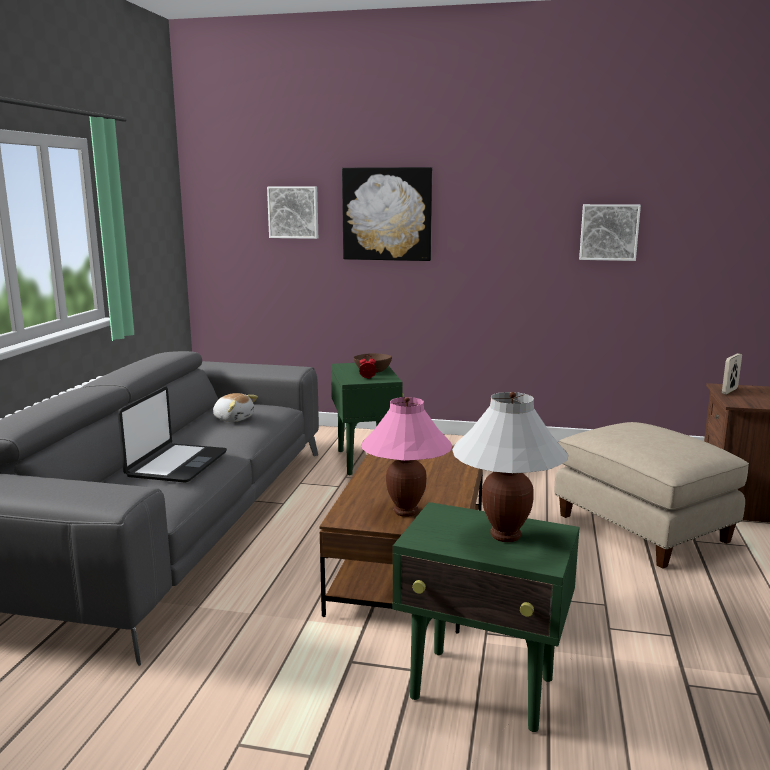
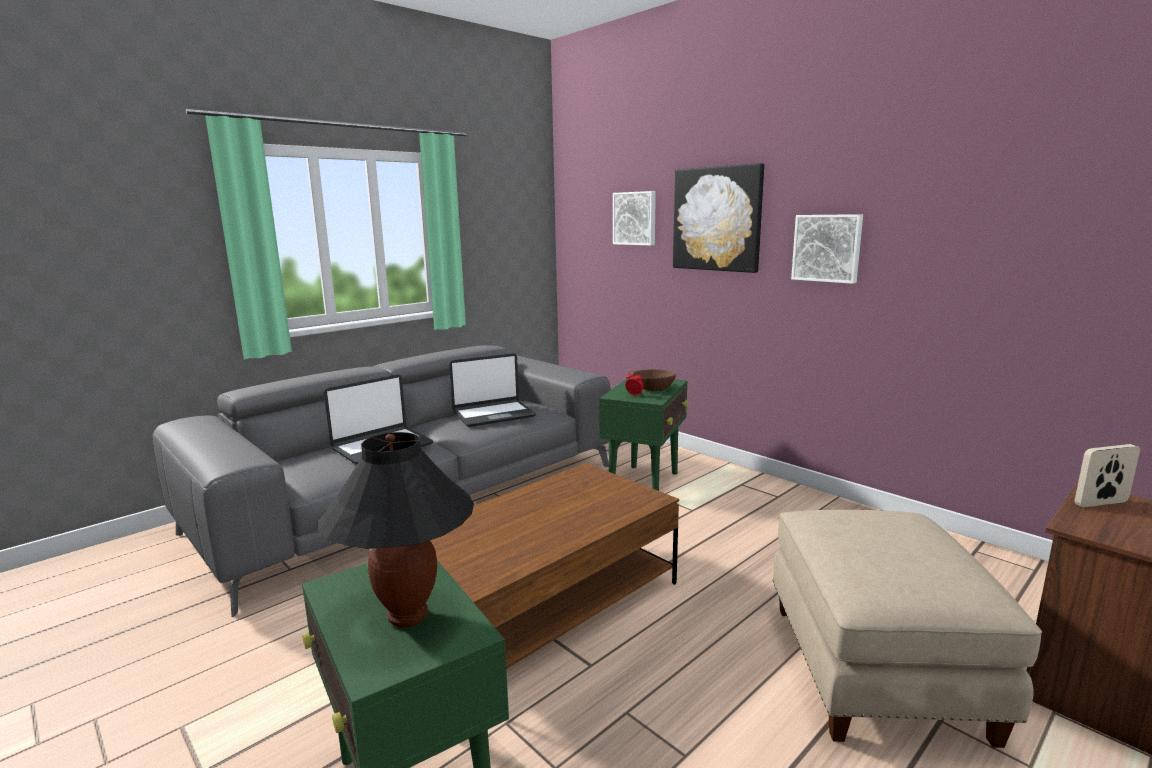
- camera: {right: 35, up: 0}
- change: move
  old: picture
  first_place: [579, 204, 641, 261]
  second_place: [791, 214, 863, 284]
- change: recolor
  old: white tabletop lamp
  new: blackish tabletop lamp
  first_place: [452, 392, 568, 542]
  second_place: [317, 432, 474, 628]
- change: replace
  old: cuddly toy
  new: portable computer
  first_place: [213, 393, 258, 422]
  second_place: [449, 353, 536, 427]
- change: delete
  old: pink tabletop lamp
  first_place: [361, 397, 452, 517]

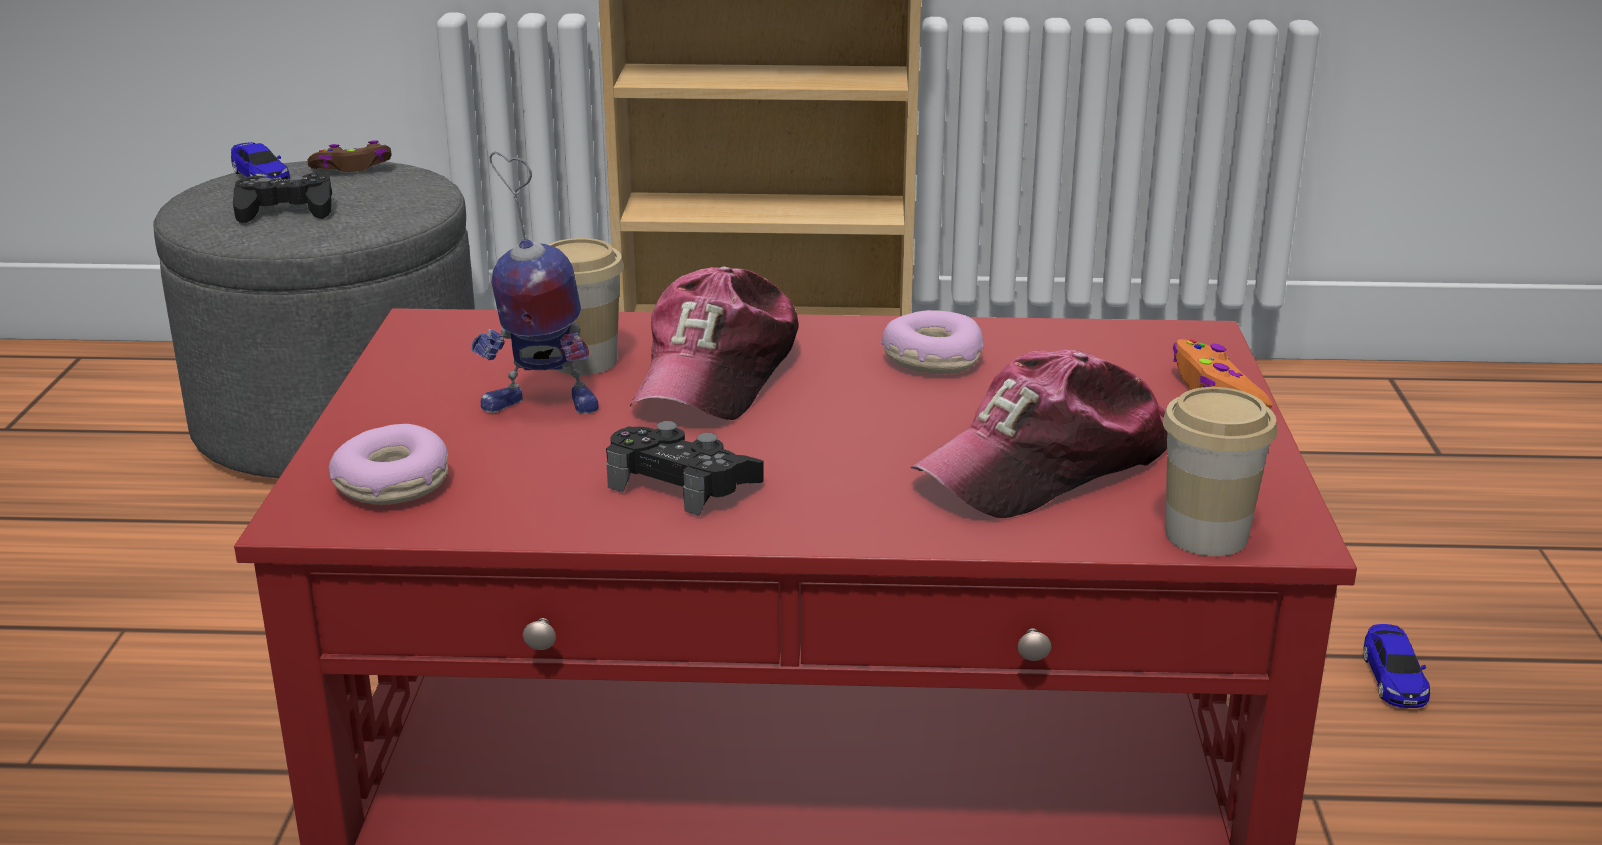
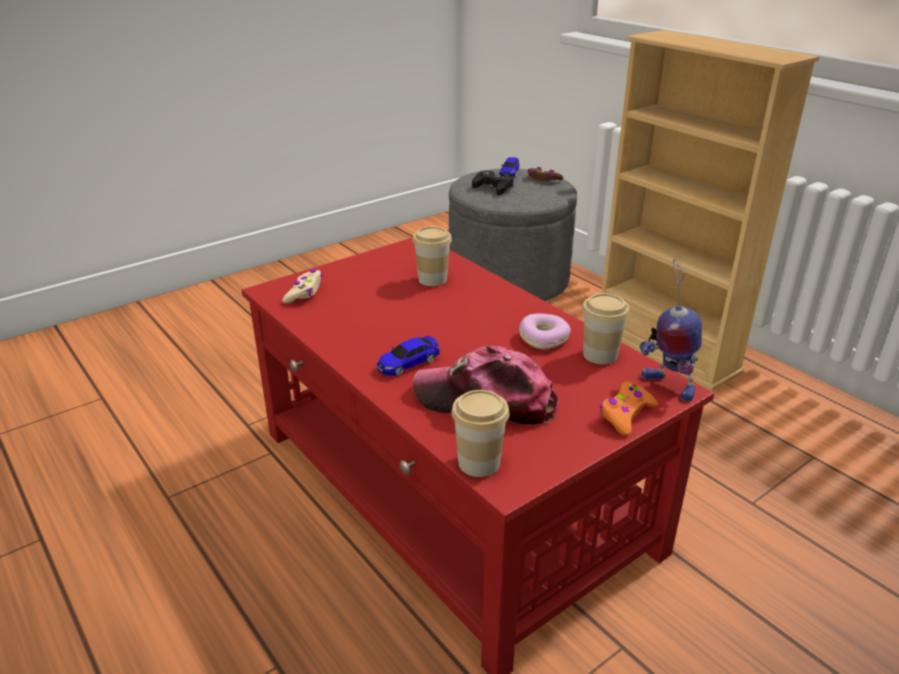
- camera: {right: 50, up: 5}
- change: move
  old: toy robot
  first_place: [471, 152, 599, 414]
  second_place: [639, 259, 702, 402]
- change: delete
  old: cap
  first_place: [630, 266, 799, 420]
- change: delete
  old: blackish game controller
  first_place: [606, 421, 764, 516]
- change: replace
  old: doughnut
  new: sand-coloured game controller
  first_place: [329, 424, 448, 505]
  second_place: [282, 269, 323, 303]
- change: move
  old: model car
  first_place: [1363, 624, 1430, 708]
  second_place: [377, 336, 440, 376]
- change: insert
  new: cup
  second_place: [582, 293, 630, 364]

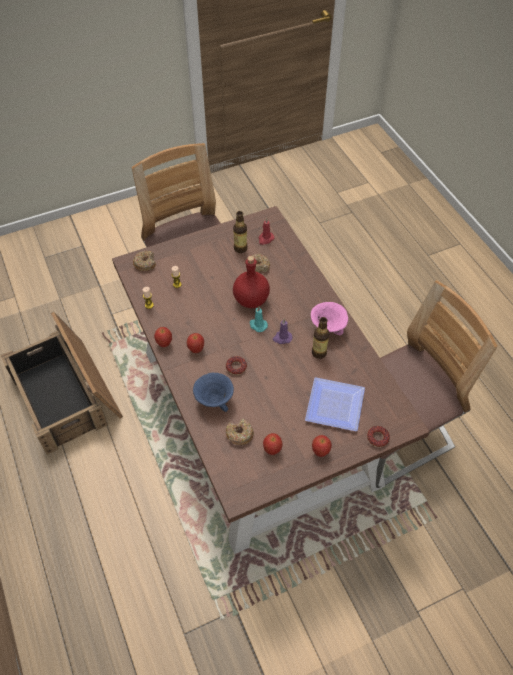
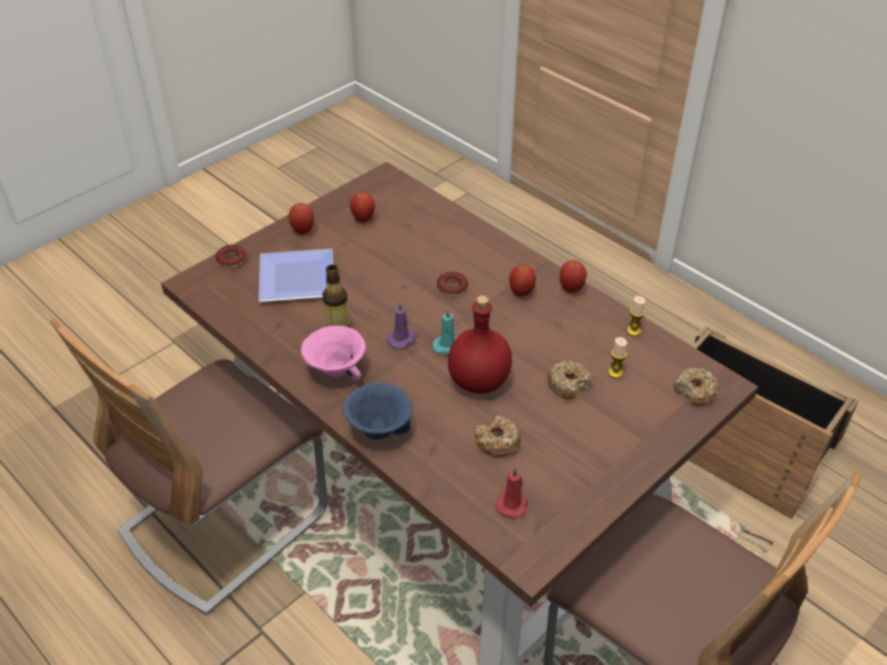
- camera: {right: 160, up: -10}
- change: delete
  old: drink bottle
  first_place: [233, 211, 248, 253]
- change: move
  old: bluish deep dish
  first_place: [193, 373, 234, 412]
  second_place: [343, 382, 413, 440]
- change: move
  old: doughnut
  first_place: [226, 419, 254, 445]
  second_place: [547, 361, 592, 400]

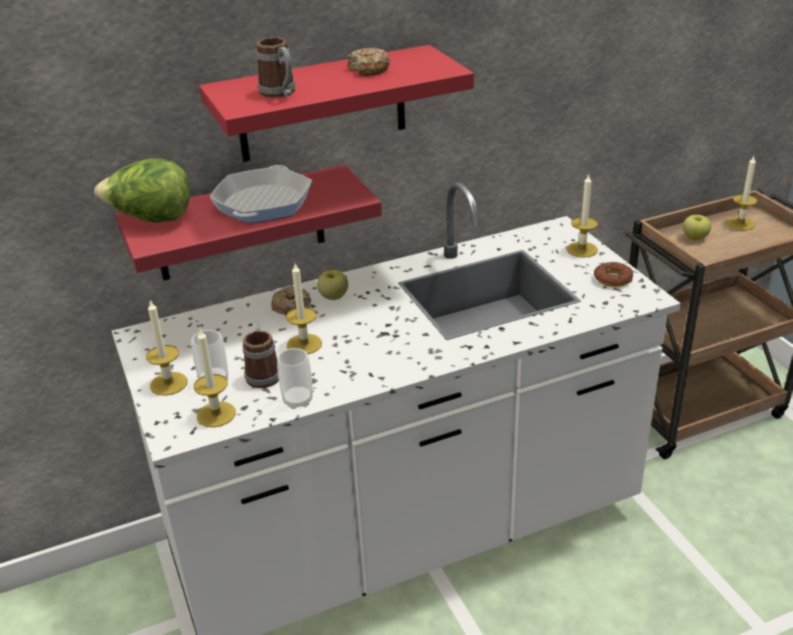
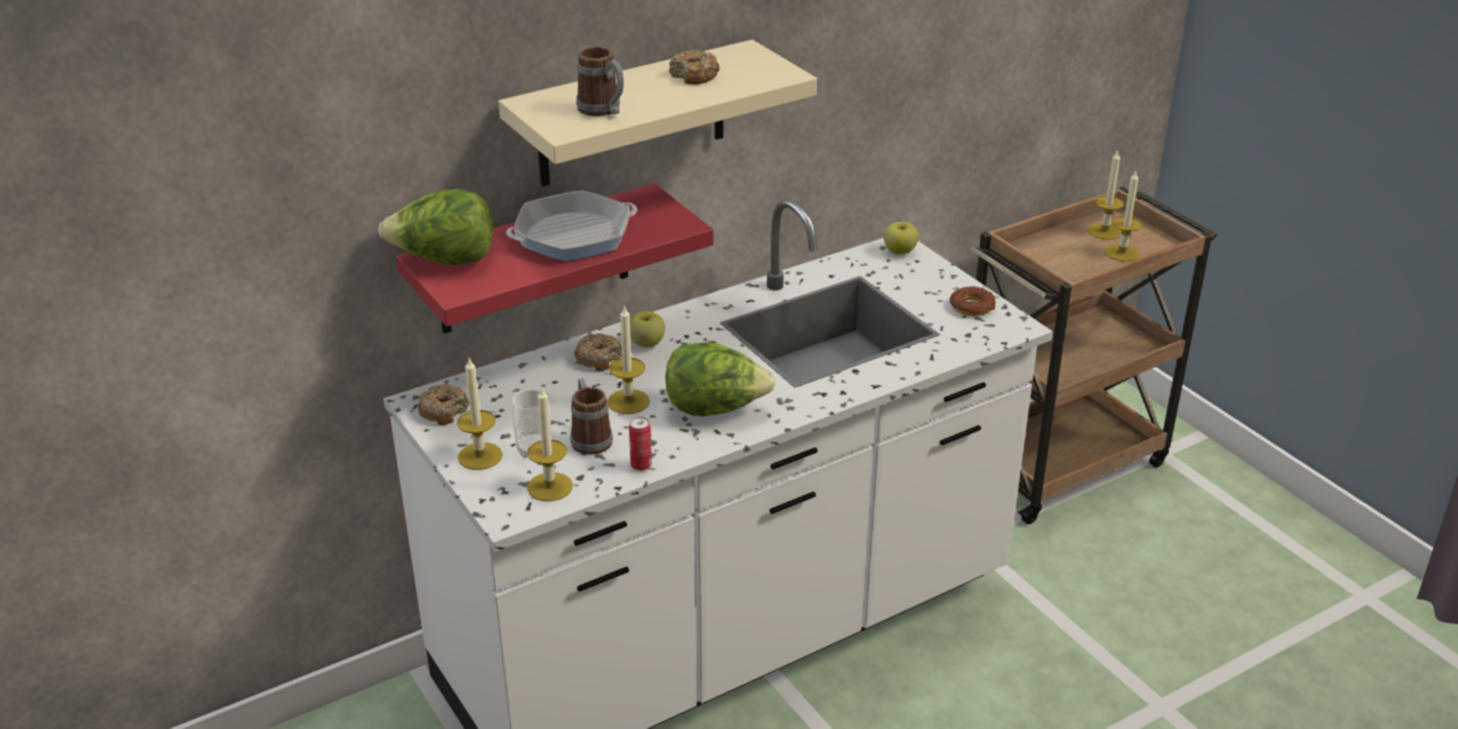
- camera: {right: -10, up: 0}
- change: recolor
  old: red shelf
  new: sand-coloured shelf
  first_place: [199, 45, 474, 162]
  second_place: [498, 40, 817, 187]
- change: rotate
  old: pan
  first_place: [210, 165, 312, 223]
  second_place: [506, 190, 637, 262]
  degrees: 60
- change: move
  old: wax candle
  first_place: [567, 173, 598, 258]
  second_place: [1105, 171, 1142, 262]
- change: move
  old: apple fruit
  first_place: [683, 215, 711, 240]
  second_place: [883, 222, 919, 255]
- change: replace
  old: cup
  new: sealed can
  first_place: [277, 348, 313, 409]
  second_place: [629, 417, 652, 471]
- change: insert
  new: lettuce
  second_place: [665, 342, 776, 417]
- change: insert
  new: doughnut
  second_place: [418, 385, 469, 425]

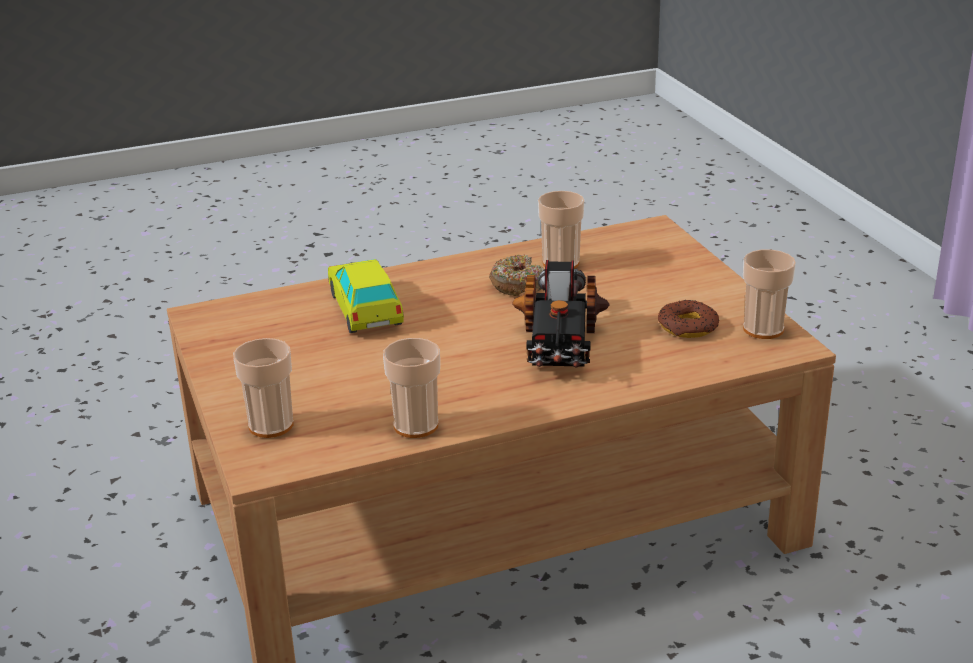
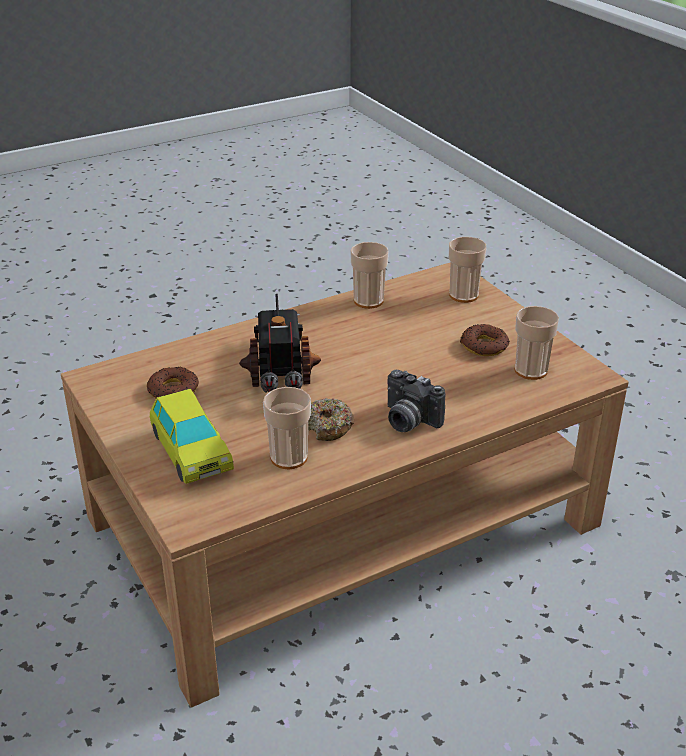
- camera: {right: 170, up: 5}
- change: move
  old: cup
  first_place: [743, 249, 796, 339]
  second_place: [514, 306, 559, 380]
- change: move
  old: model car
  first_place: [328, 259, 404, 333]
  second_place: [150, 389, 234, 484]
- change: insert
  new: doughnut
  second_place: [460, 324, 509, 356]
- change: insert
  new: photo camera
  second_place: [387, 370, 445, 432]

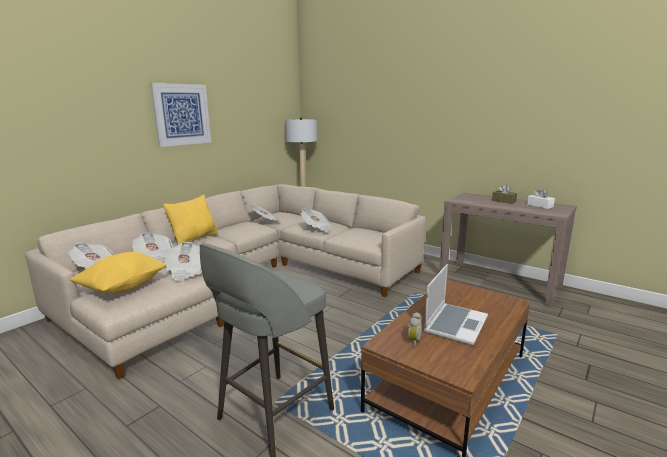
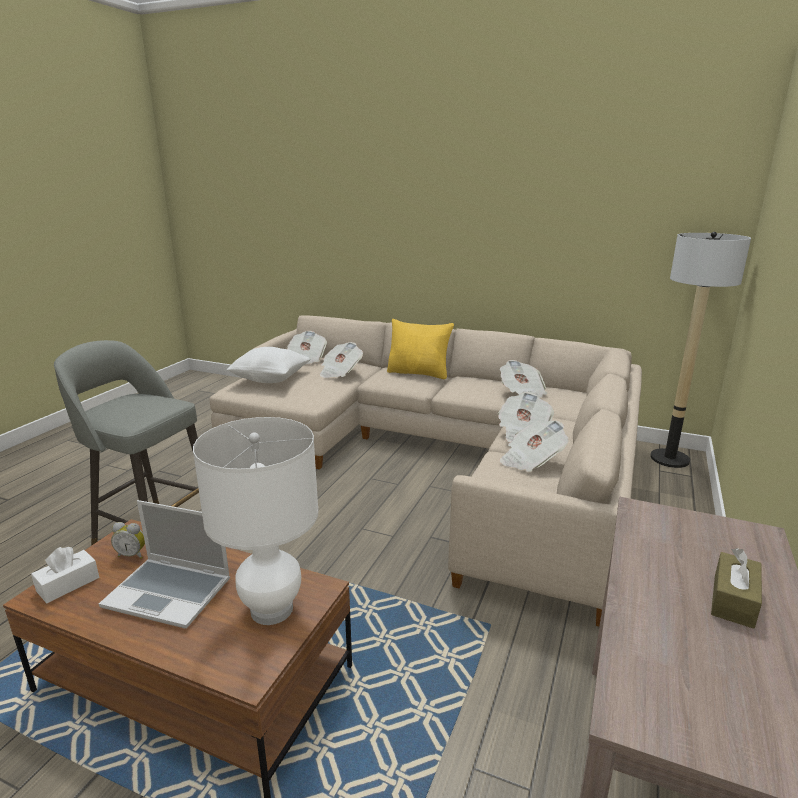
- camera: {right: 75, up: 5}
- change: delete
  old: picture
  first_place: [150, 83, 211, 147]
- change: move
  old: white box of tissues
  first_place: [527, 188, 555, 209]
  second_place: [31, 547, 99, 603]
- change: move
  old: printed paper
  first_place: [163, 242, 201, 281]
  second_place: [499, 420, 569, 472]
- change: recolor
  old: yellow cushion
  new: white cushion
  first_place: [70, 252, 166, 294]
  second_place: [226, 347, 311, 383]
- change: insert
  new: white tabletop lamp
  second_place: [193, 417, 319, 625]

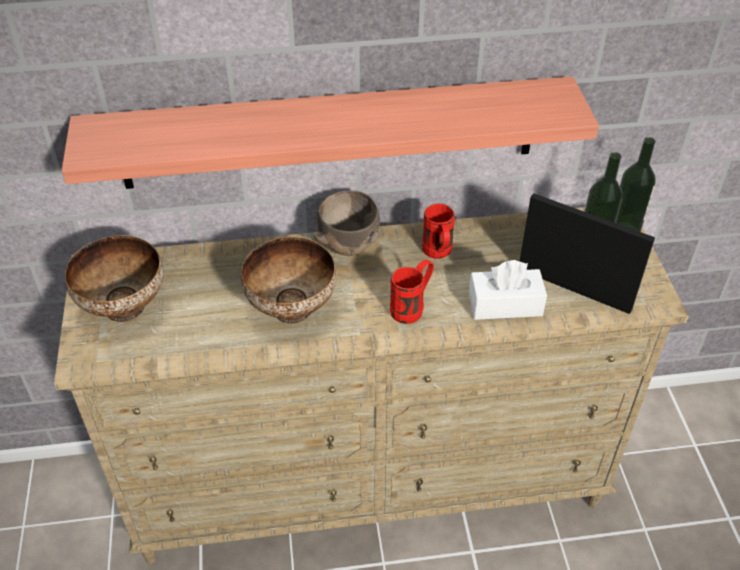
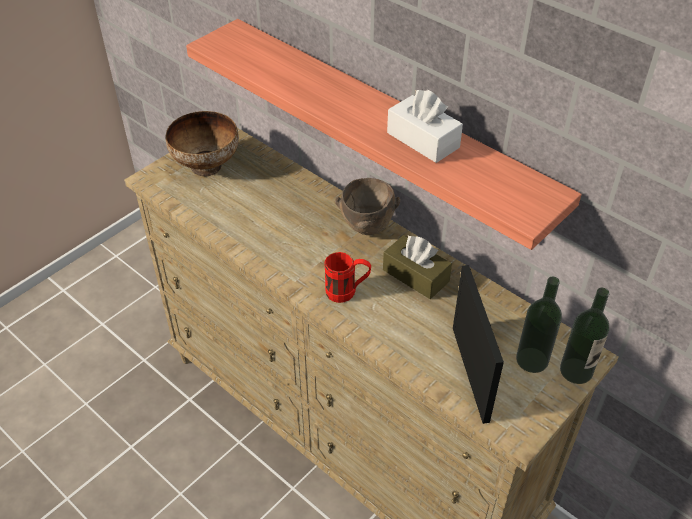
- camera: {right: 50, up: 0}
- change: replace
  old: red mug
  new: brown box of tissues
  first_place: [422, 204, 455, 259]
  second_place: [383, 235, 452, 299]
- change: delete
  old: deep dish
  first_place: [241, 237, 337, 324]
- change: move
  old: white box of tissues
  first_place: [469, 260, 547, 320]
  second_place: [387, 90, 463, 163]

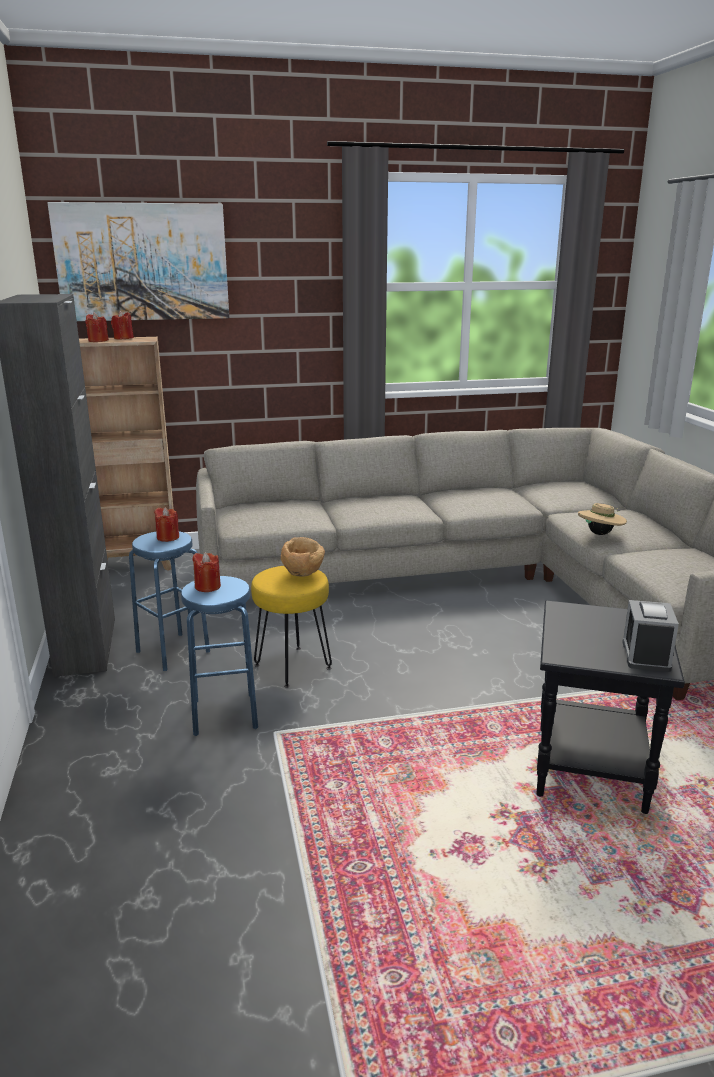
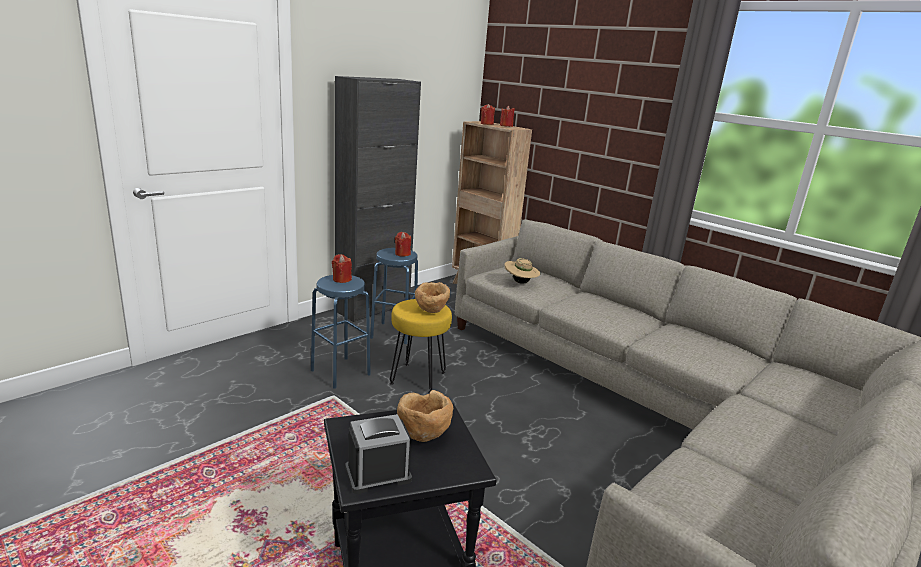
- camera: {right: 55, up: 0}
- change: delete
  old: picture
  first_place: [47, 202, 229, 321]
- change: move
  old: sand-coloured hat
  first_place: [578, 503, 627, 535]
  second_place: [505, 258, 540, 284]
- change: insert
  new: brown deep dish
  second_place: [397, 390, 453, 442]

